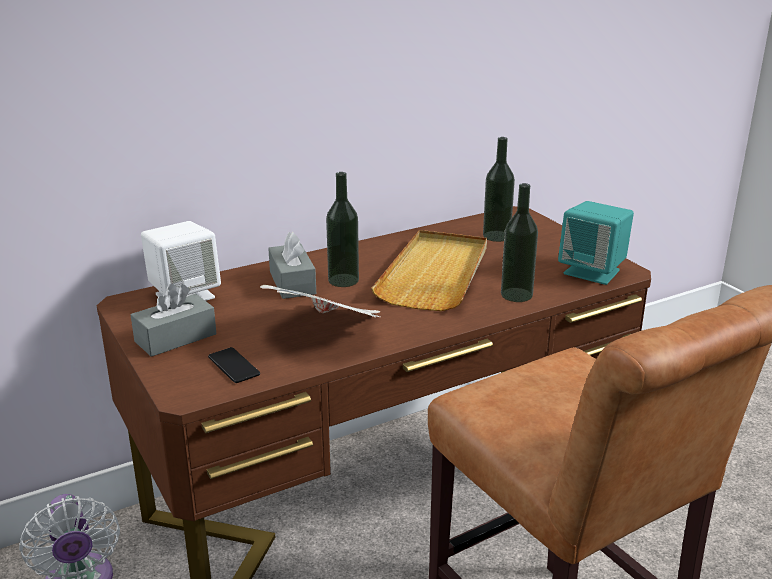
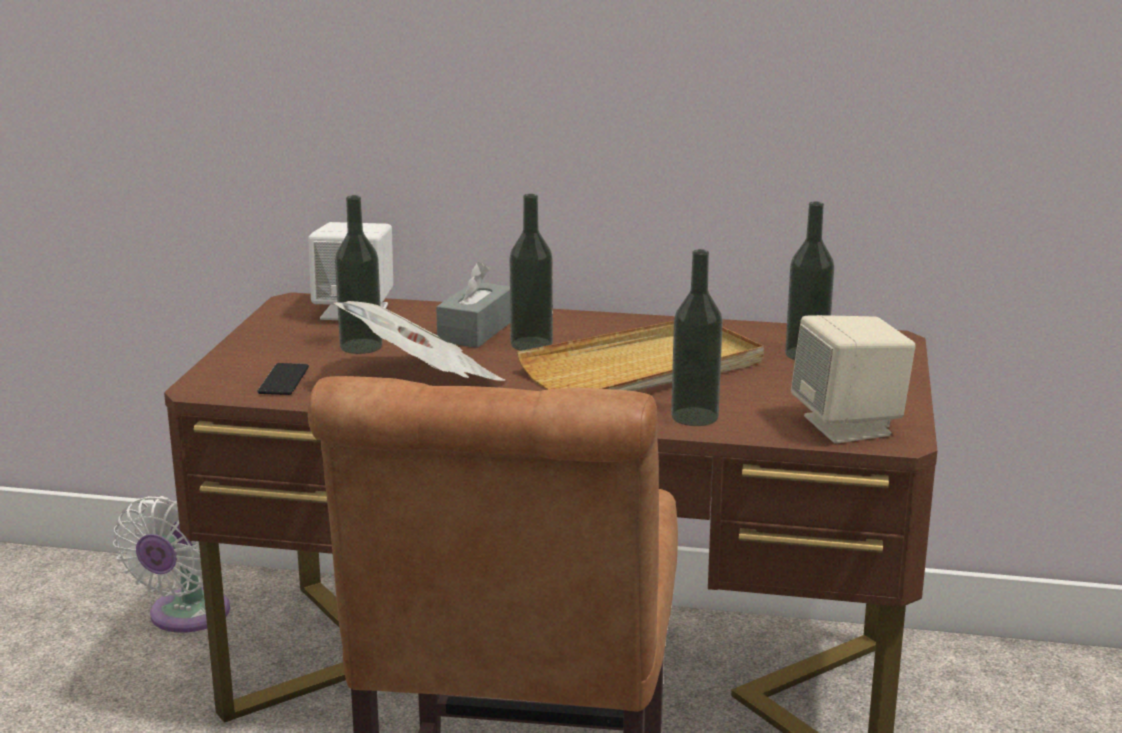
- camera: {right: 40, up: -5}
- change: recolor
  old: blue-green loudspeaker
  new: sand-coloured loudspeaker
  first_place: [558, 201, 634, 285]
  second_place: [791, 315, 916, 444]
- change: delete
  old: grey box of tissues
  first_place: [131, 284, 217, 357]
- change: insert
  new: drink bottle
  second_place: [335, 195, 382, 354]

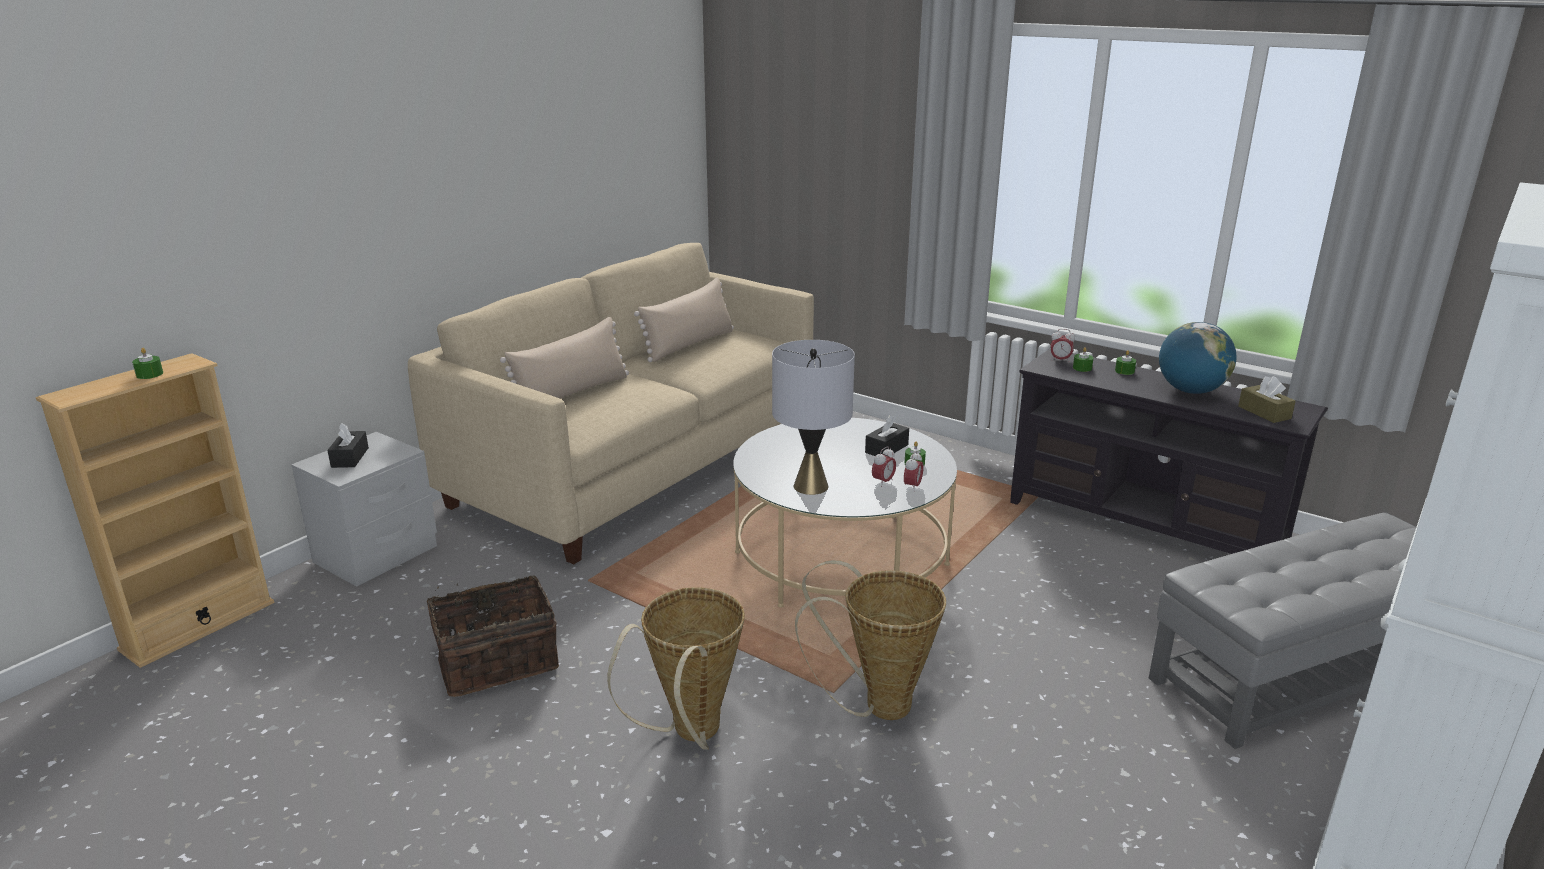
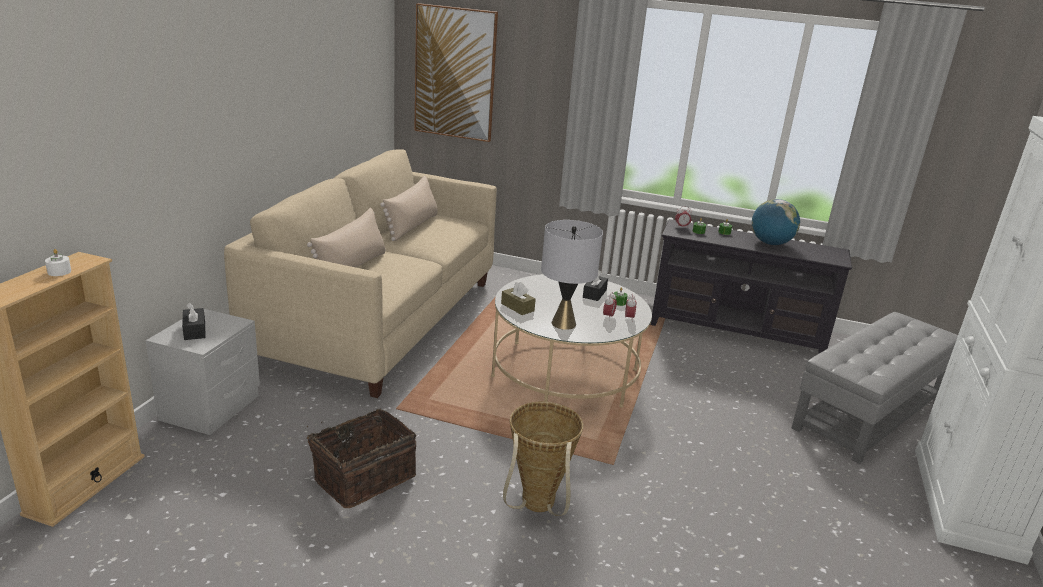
- camera: {right: -20, up: 0}
- change: recolor
  old: green wax candle
  new: white wax candle
  first_place: [132, 348, 163, 379]
  second_place: [45, 249, 71, 276]
- change: move
  old: brown box of tissues
  first_place: [1238, 376, 1296, 423]
  second_place: [501, 282, 536, 315]
- change: delete
  old: basket
  first_place: [795, 560, 946, 720]
- change: insert
  new: picture
  second_place: [414, 3, 498, 142]

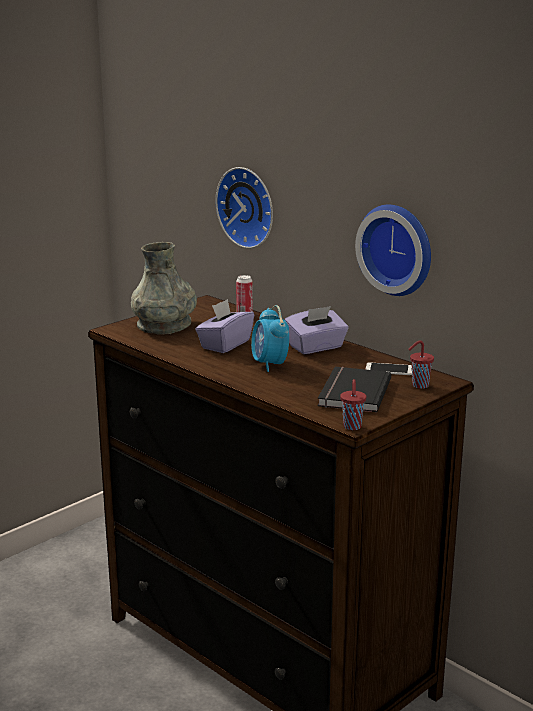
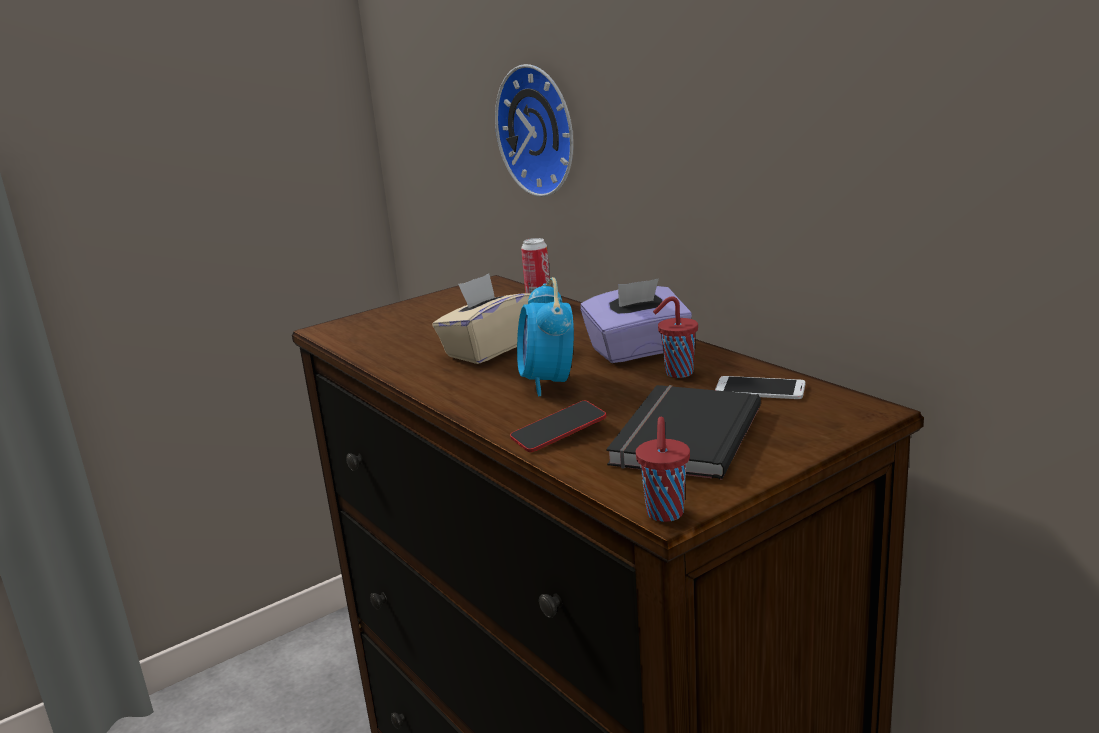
- camera: {right: 10, up: 0}
- change: delete
  old: clock on the wall
  first_place: [355, 204, 431, 296]
- change: delete
  old: grey decorative vase
  first_place: [131, 242, 197, 335]
- change: recolor
  old: purple-coloured box of tissues
  new: sand-coloured box of tissues
  first_place: [195, 299, 254, 353]
  second_place: [432, 273, 531, 364]
- change: move
  old: red cup
  first_place: [409, 341, 434, 389]
  second_place: [653, 296, 698, 378]
- change: insert
  new: handset
  second_place: [510, 401, 606, 452]

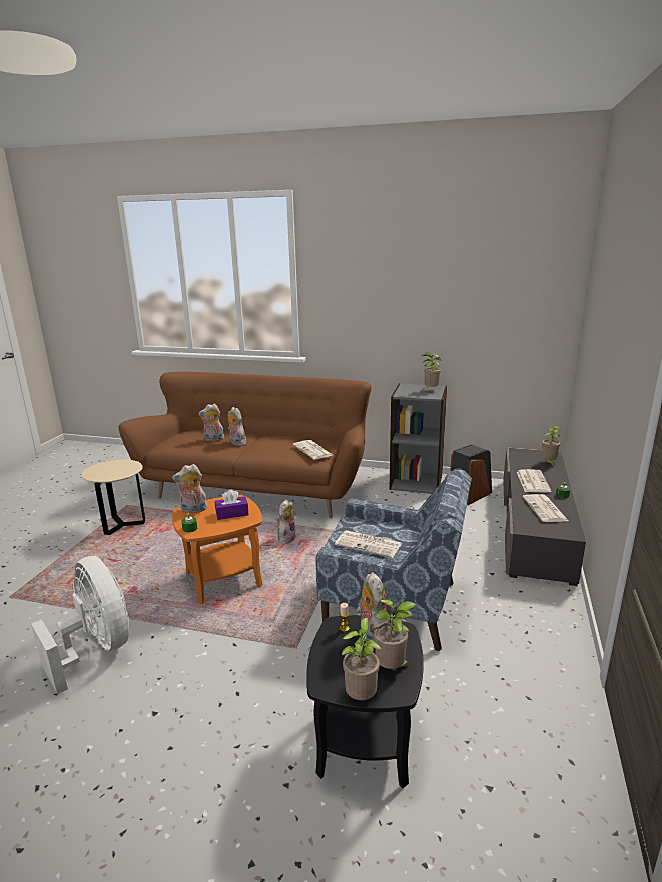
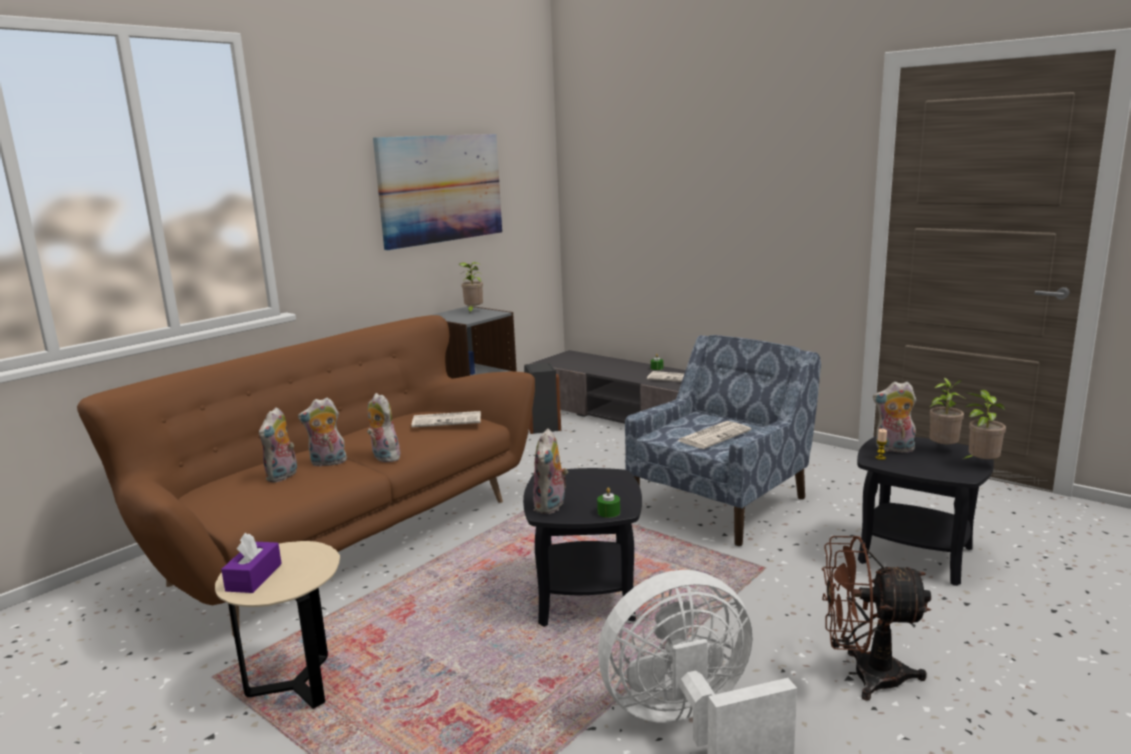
- camera: {right: -65, up: -5}
- change: delete
  old: potted plant
  first_place: [542, 426, 560, 468]
- change: delete
  old: printed paper
  first_place: [517, 469, 551, 493]
- change: move
  old: purple-coloured box of tissues
  first_place: [215, 489, 249, 520]
  second_place: [221, 533, 282, 593]
- change: recolor
  old: orange accent table
  new: blackish accent table
  first_place: [172, 495, 263, 604]
  second_place: [523, 468, 642, 627]
- change: move
  old: cuddly toy
  first_place: [276, 500, 296, 544]
  second_place: [367, 393, 400, 462]
- change: insert
  new: picture
  second_place: [373, 134, 502, 250]
- change: insert
  new: brown electric fan
  second_place: [822, 536, 931, 701]

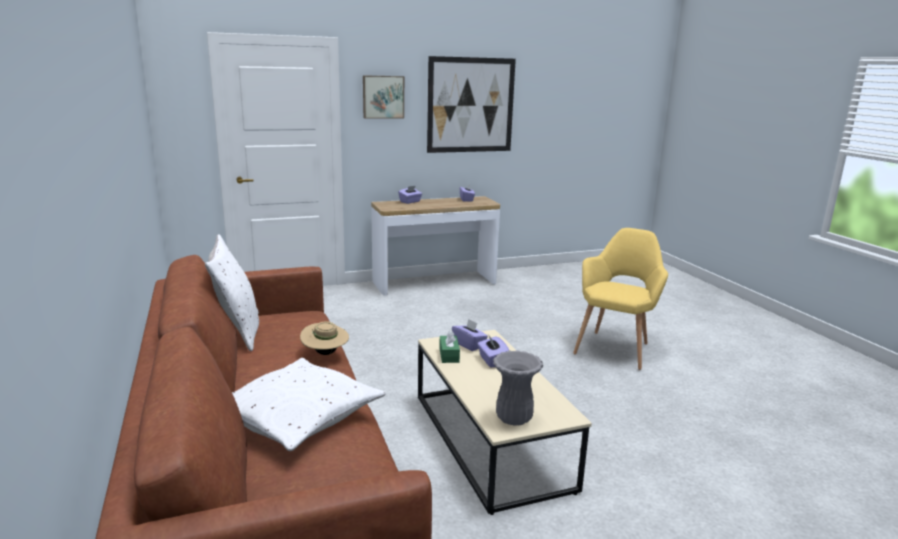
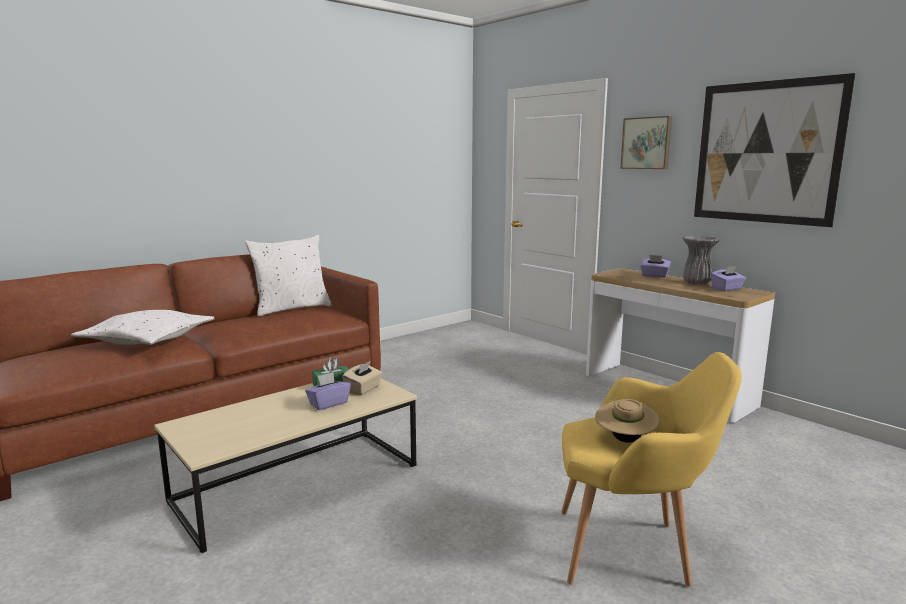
- camera: {right: 70, up: -5}
- change: recolor
  old: purple-coloured box of tissues
  new: sand-coloured box of tissues
  first_place: [452, 319, 488, 351]
  second_place: [342, 361, 382, 395]
- change: move
  old: sand-coloured hat
  first_place: [300, 321, 349, 355]
  second_place: [595, 399, 660, 443]
- change: move
  old: grey decorative vase
  first_place: [493, 350, 543, 426]
  second_place: [682, 236, 720, 285]

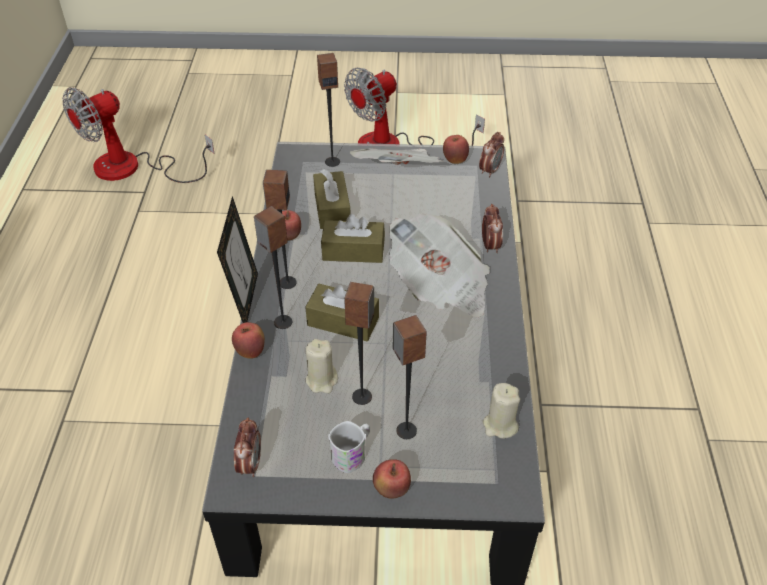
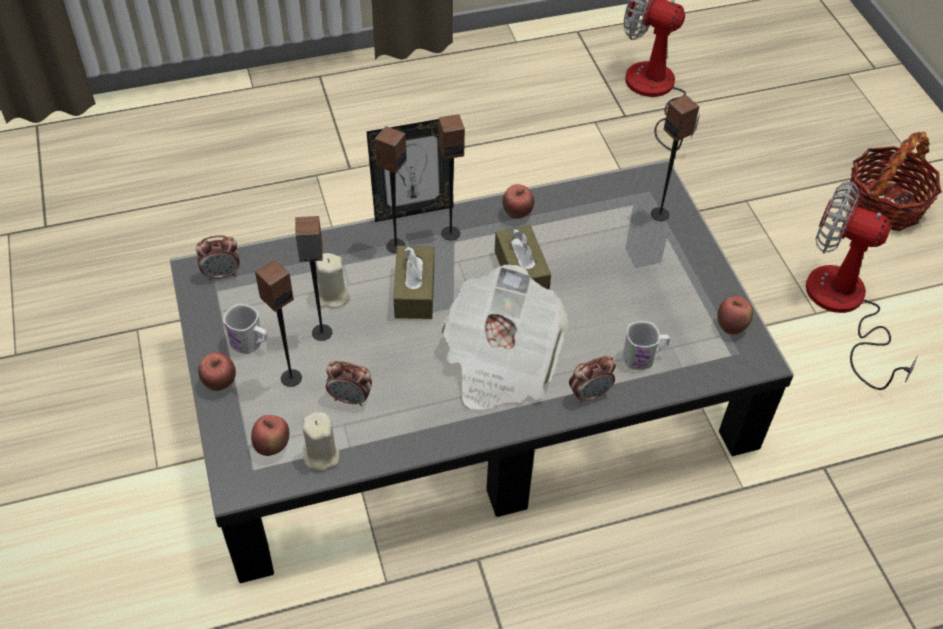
- camera: {right: 70, up: 5}
- change: move
  old: alarm clock
  first_place: [479, 132, 504, 177]
  second_place: [326, 361, 372, 406]
- change: delete
  old: printed paper
  first_place: [350, 148, 444, 165]
- change: delete
  old: brown box of tissues
  first_place: [313, 169, 351, 229]
- change: move
  old: apple fruit
  first_place: [232, 322, 265, 359]
  second_place: [251, 415, 289, 456]
- change: insert
  new: basket
  second_place: [848, 131, 942, 231]
- change: insert
  new: white mug
  second_place: [623, 321, 670, 370]

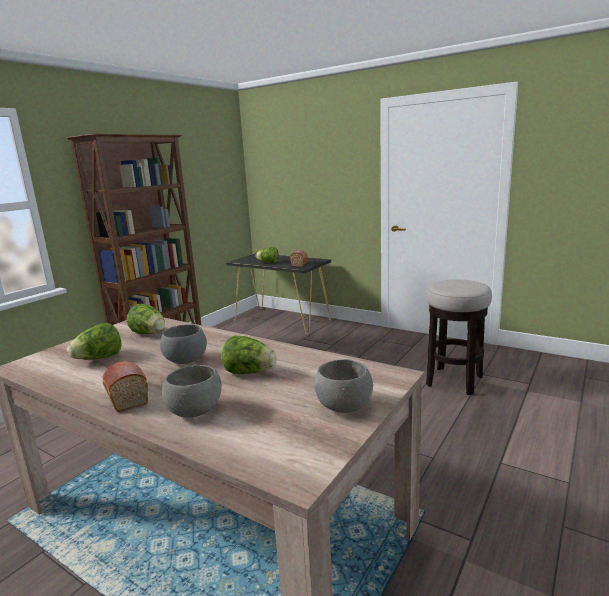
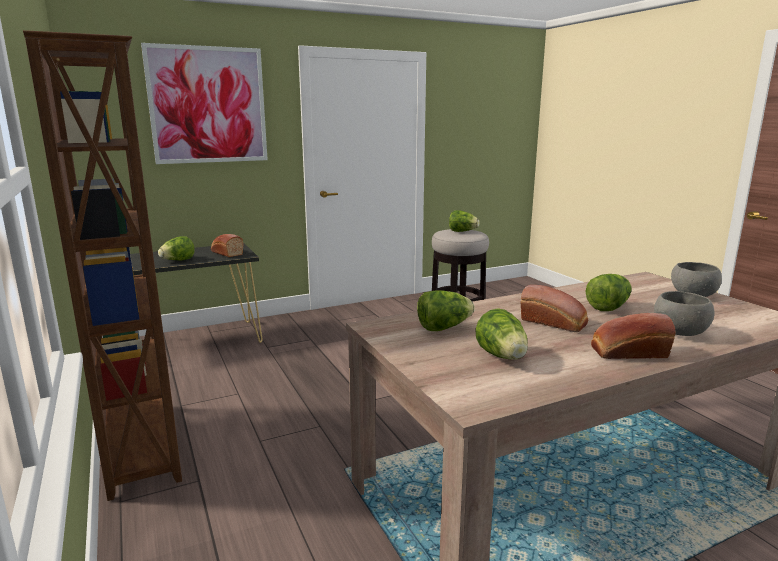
- camera: {right: -60, up: 0}
- change: replace
  old: grey deep dish
  new: baked bread
  first_place: [160, 324, 207, 364]
  second_place: [521, 285, 588, 332]
- change: insert
  new: picture
  second_place: [141, 43, 268, 164]
- change: insert
  new: lettuce
  second_place: [449, 210, 480, 232]

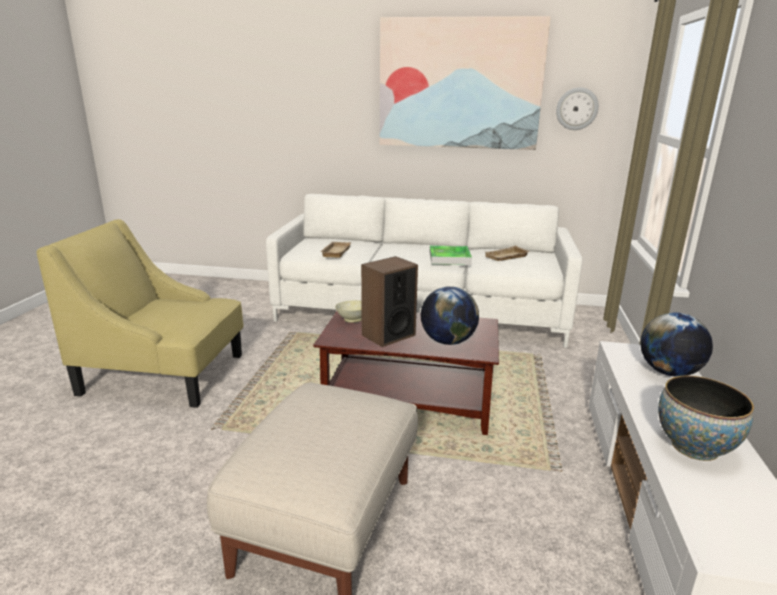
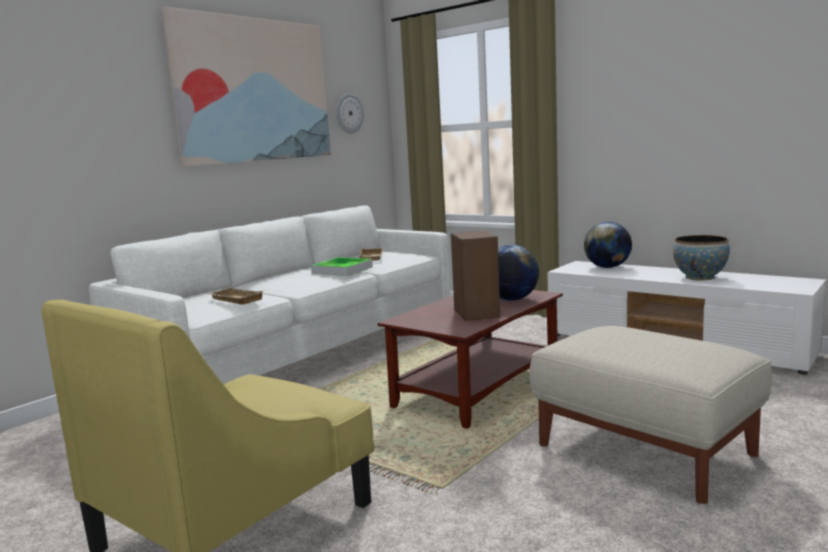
- camera: {right: -60, up: -10}
- change: delete
  old: sand-coloured deep dish
  first_place: [335, 300, 362, 323]

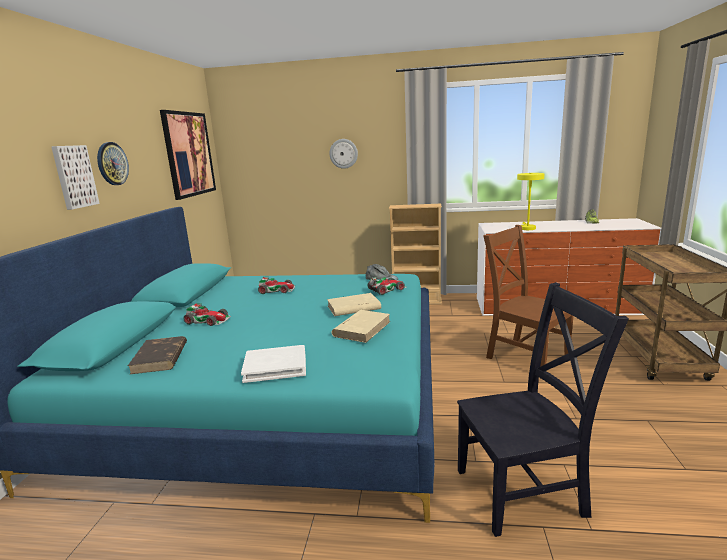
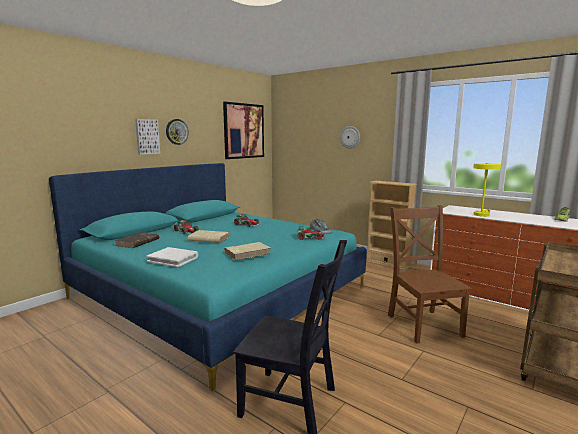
- camera: {right: 30, up: -5}
- change: move
  old: sand-coloured book
  first_place: [327, 293, 381, 316]
  second_place: [188, 230, 229, 243]

